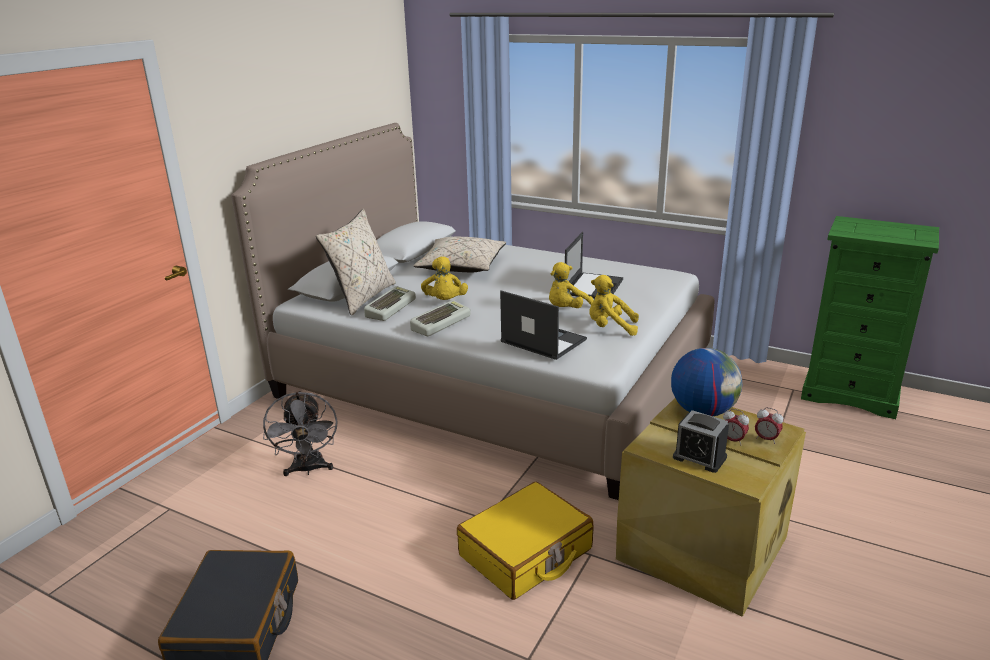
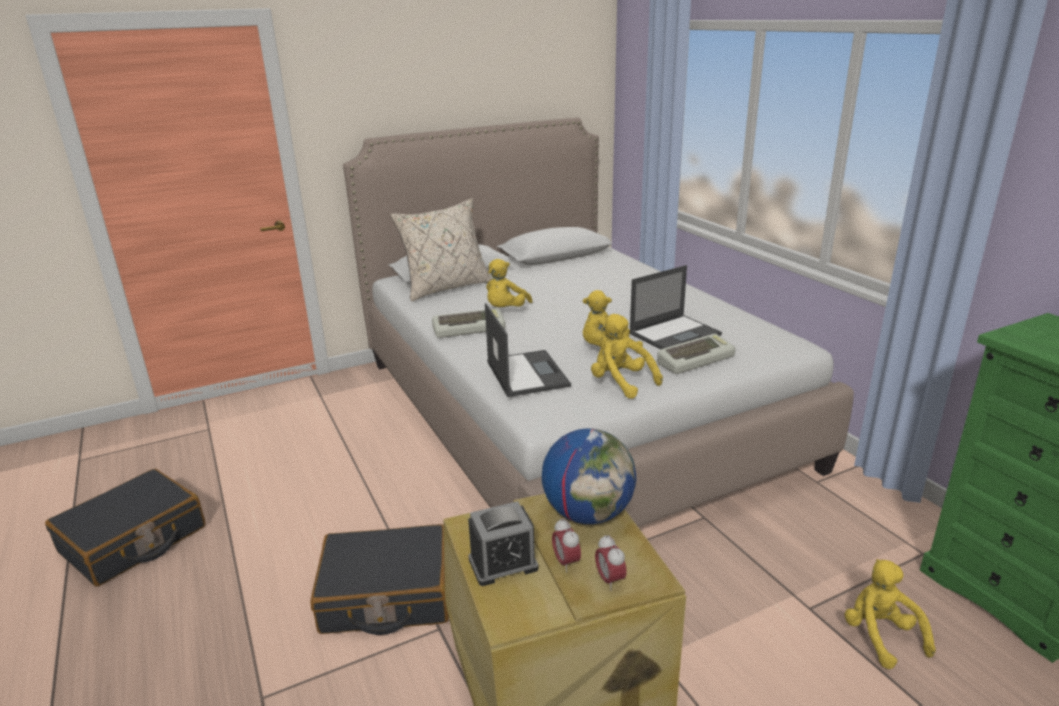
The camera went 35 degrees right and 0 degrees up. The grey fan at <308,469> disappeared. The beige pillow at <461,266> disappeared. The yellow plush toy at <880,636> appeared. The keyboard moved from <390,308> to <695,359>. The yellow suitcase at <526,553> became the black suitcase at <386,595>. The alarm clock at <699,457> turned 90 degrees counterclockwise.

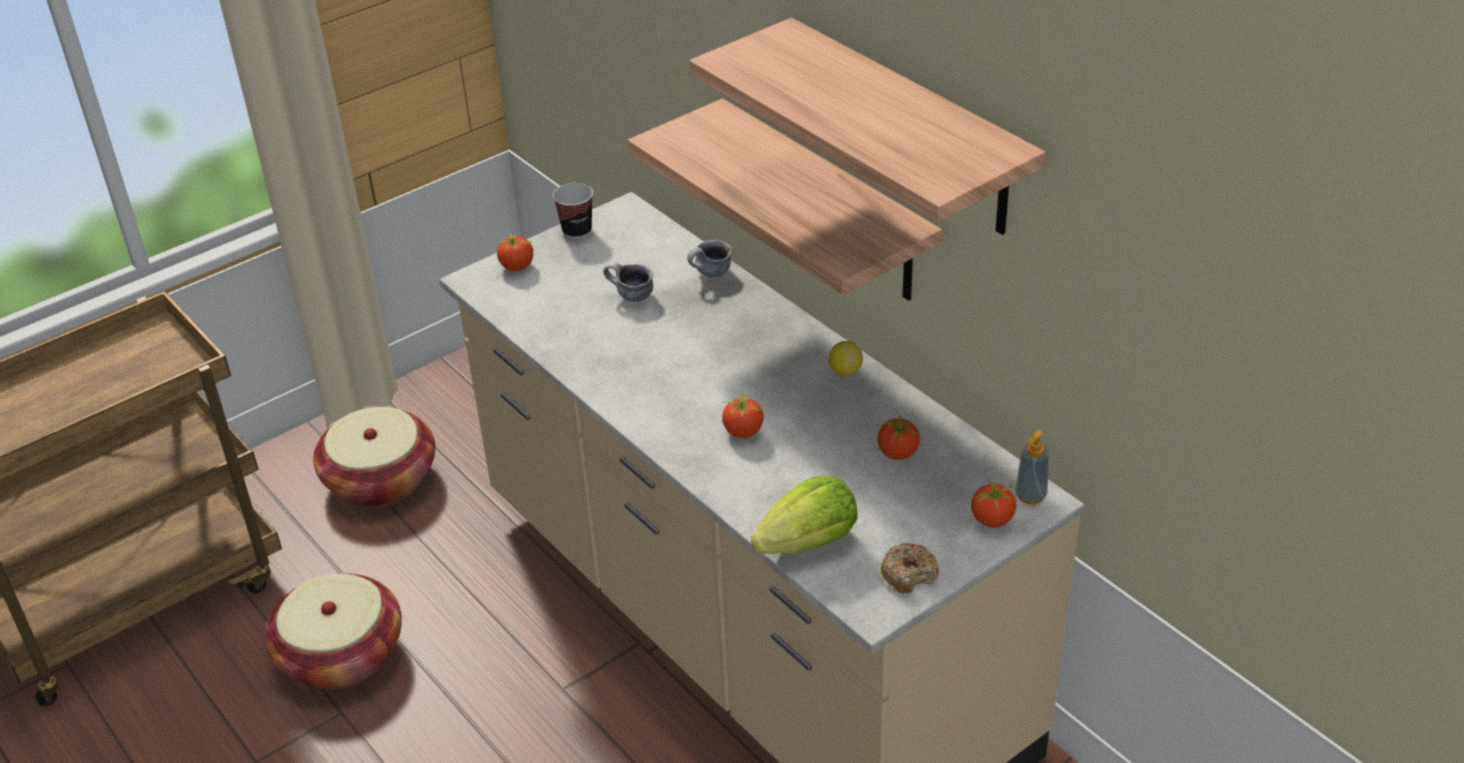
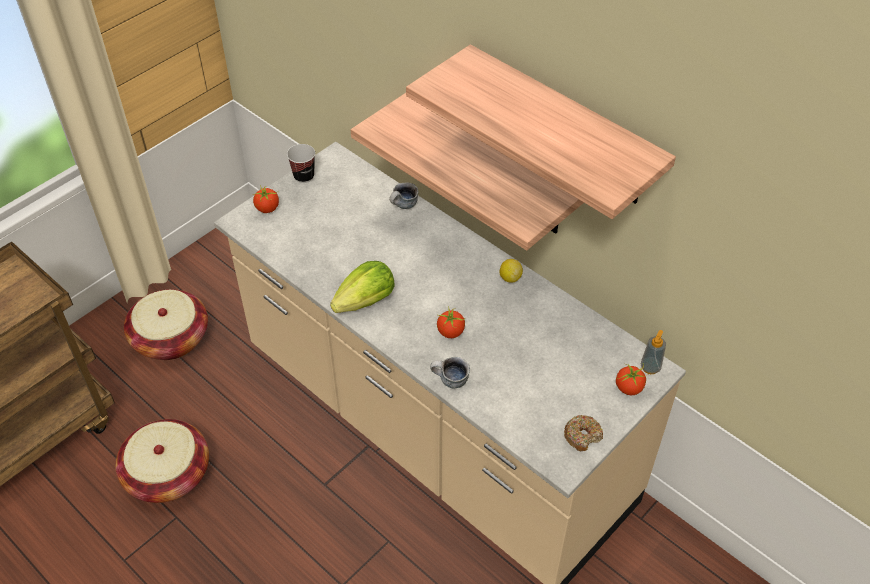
The camera went 10 degrees left and 10 degrees up. The tomato at <898,452> disappeared. The mug moved from <630,296> to <449,381>. The lettuce moved from <809,543> to <366,301>.

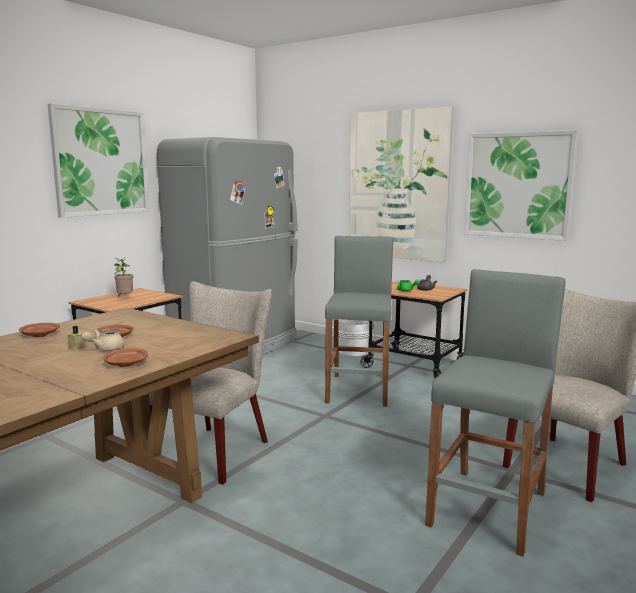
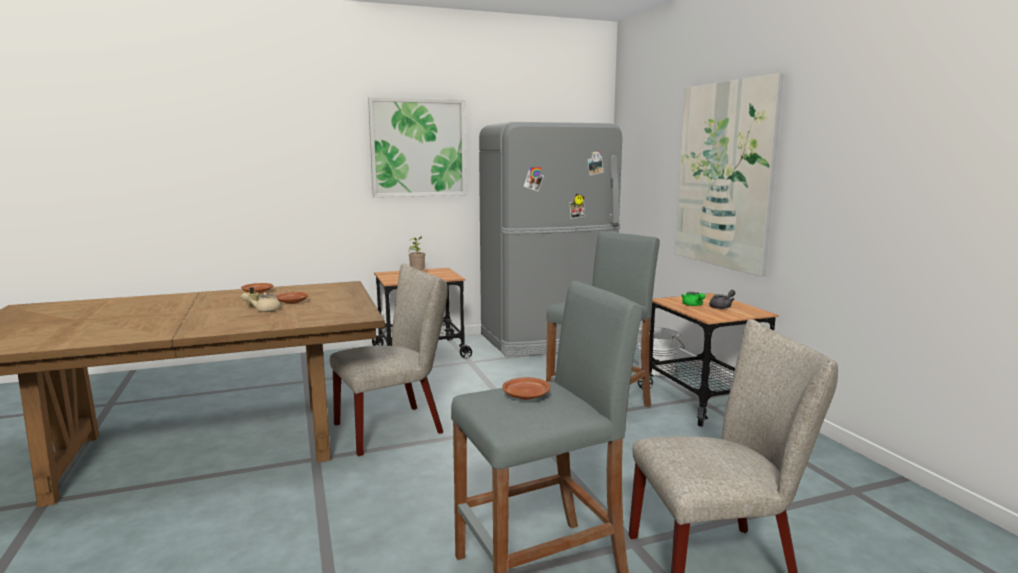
The camera went 35 degrees right and 0 degrees up. The picture at <518,185> disappeared. The brown plate moved from <126,364> to <526,396>.

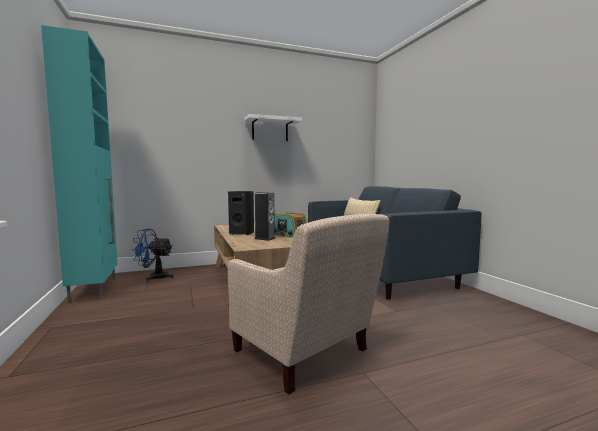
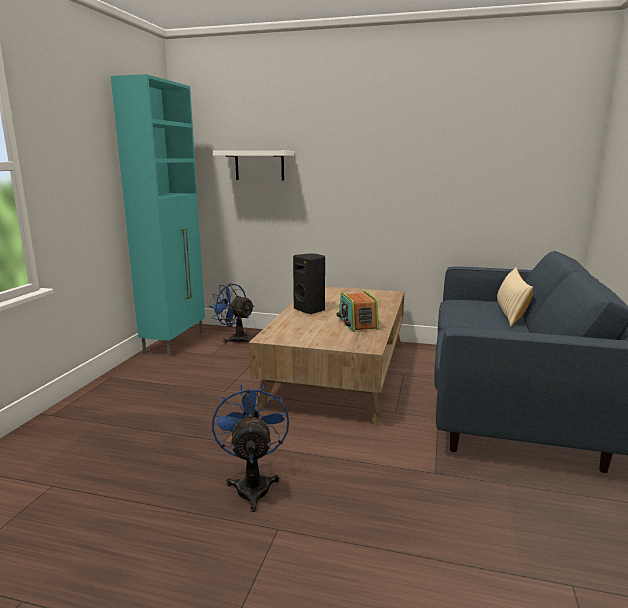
The camera went 35 degrees right and 10 degrees up. The speaker at <265,238> disappeared. The white shelf moved from <270,130> to <259,165>. The beige armchair at <305,354> was replaced by the blue fan at <253,485>.

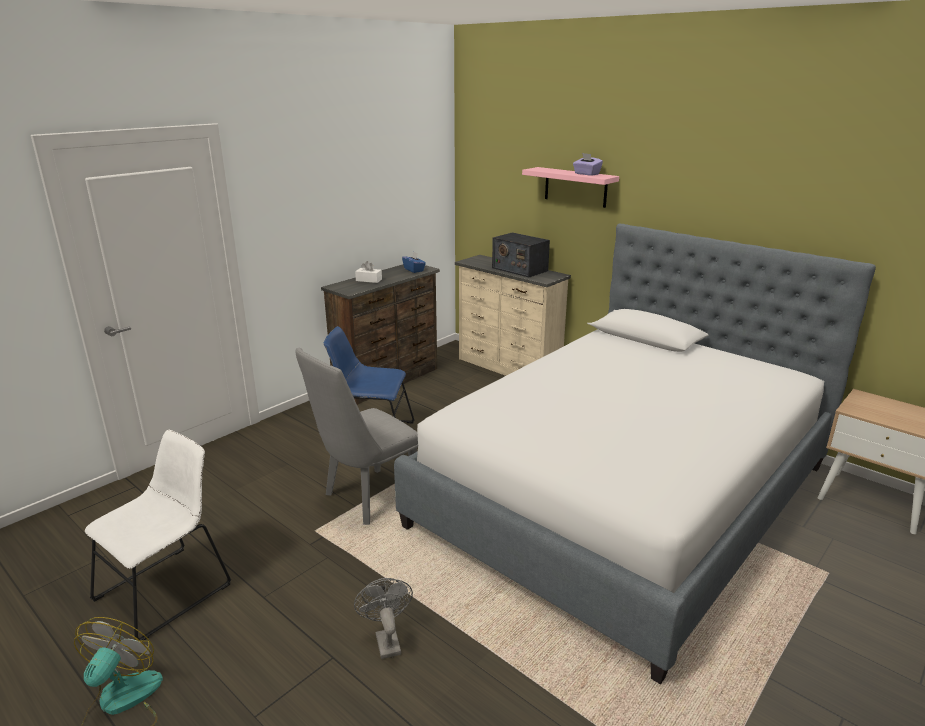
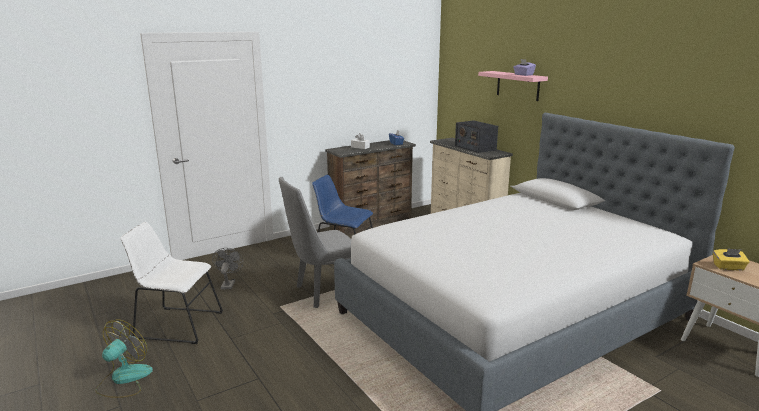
The camera went 15 degrees right and 5 degrees down. The yellow tissue box at <728,267> appeared. The grey fan moved from <386,640> to <228,284>. The white chair at <168,589> turned 135 degrees counterclockwise.

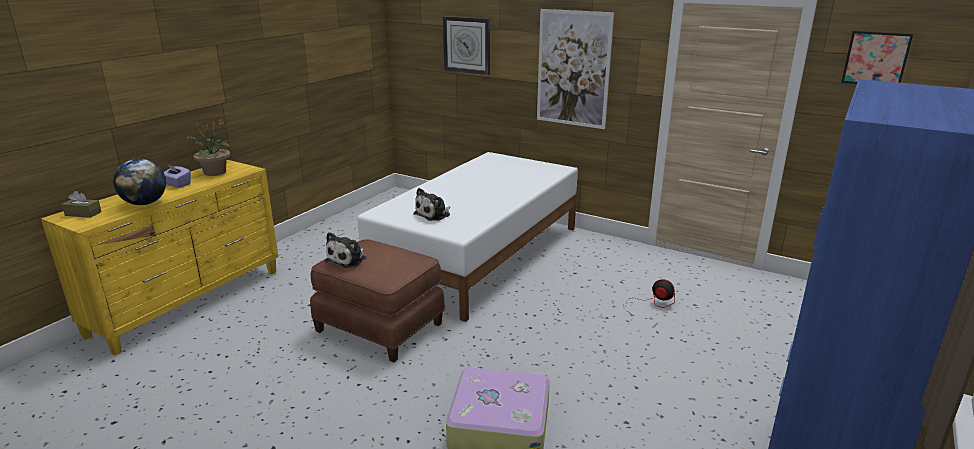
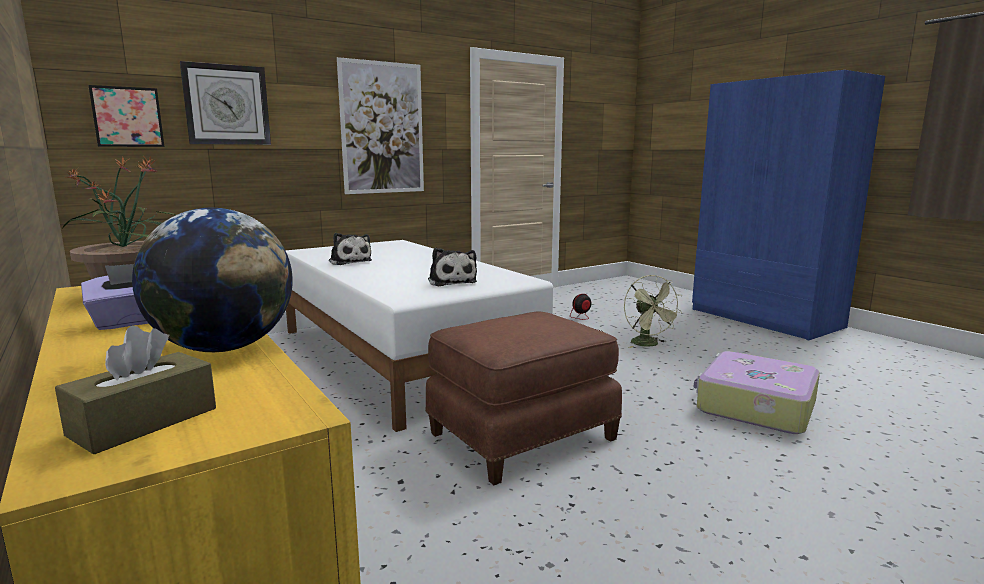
The camera went 65 degrees left and 10 degrees down. The green fan at <649,344> appeared. The plush toy moved from <348,259> to <349,261>. The picture moved from <876,58> to <127,117>.

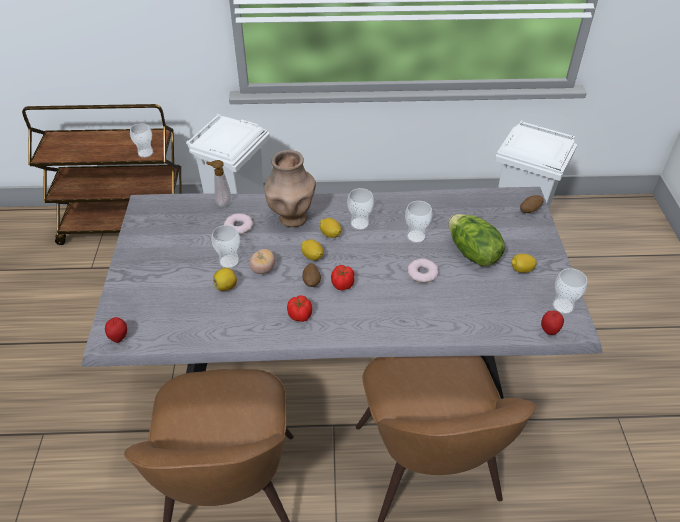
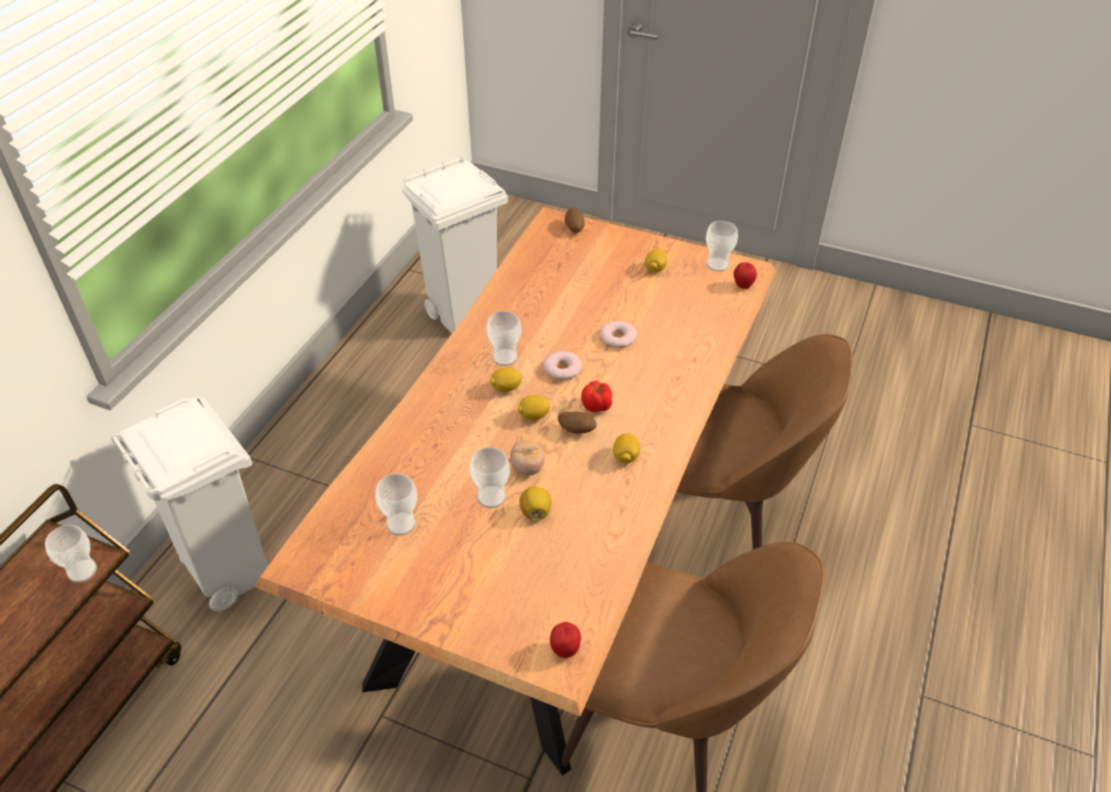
The camera went 65 degrees left and 0 degrees up. The soap dispenser at <222,203> disappeared. The brown vase at <292,218> disappeared. The lettuce at <472,253> disappeared. The donut moved from <238,226> to <562,369>. The cup moved from <416,236> to <401,524>. The tomato at <300,316> was replaced by the lemon at <625,457>. The grey dining table at <340,377> became the brown dining table at <556,550>.

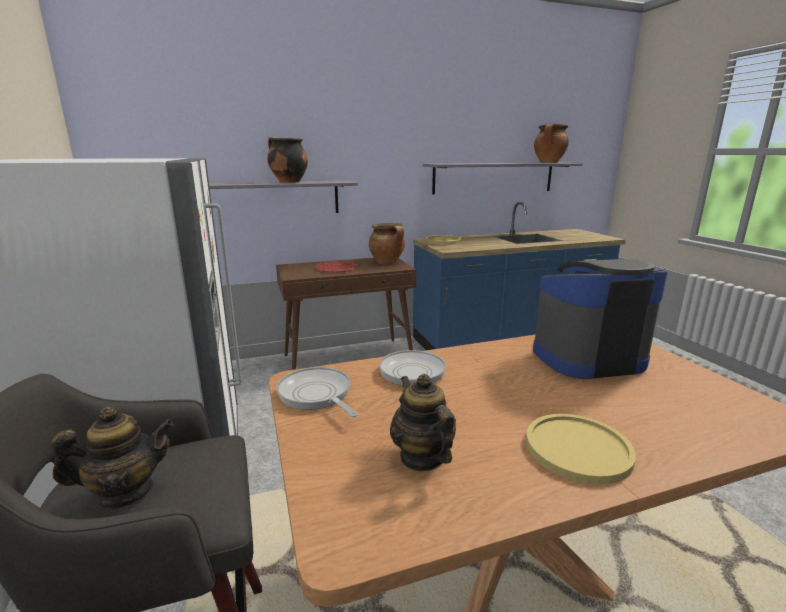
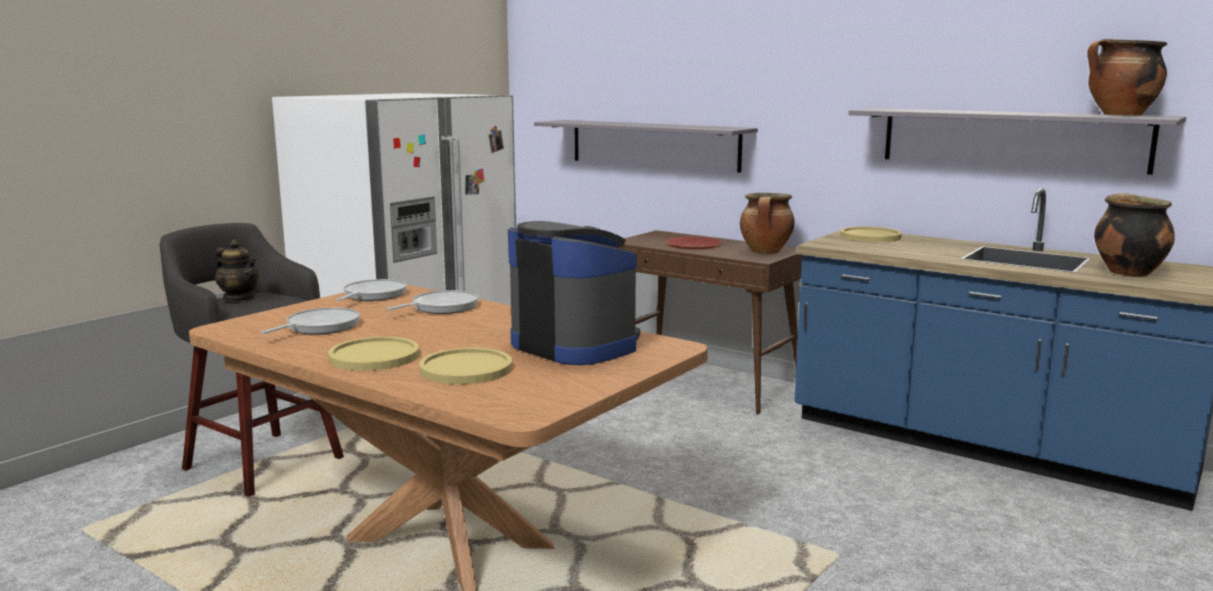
The camera went 55 degrees right and 5 degrees down. The yellow plate at <466,369> appeared. The cooking pot moved from <288,182> to <1126,273>. The teapot at <422,457> was replaced by the frying pan at <319,327>.

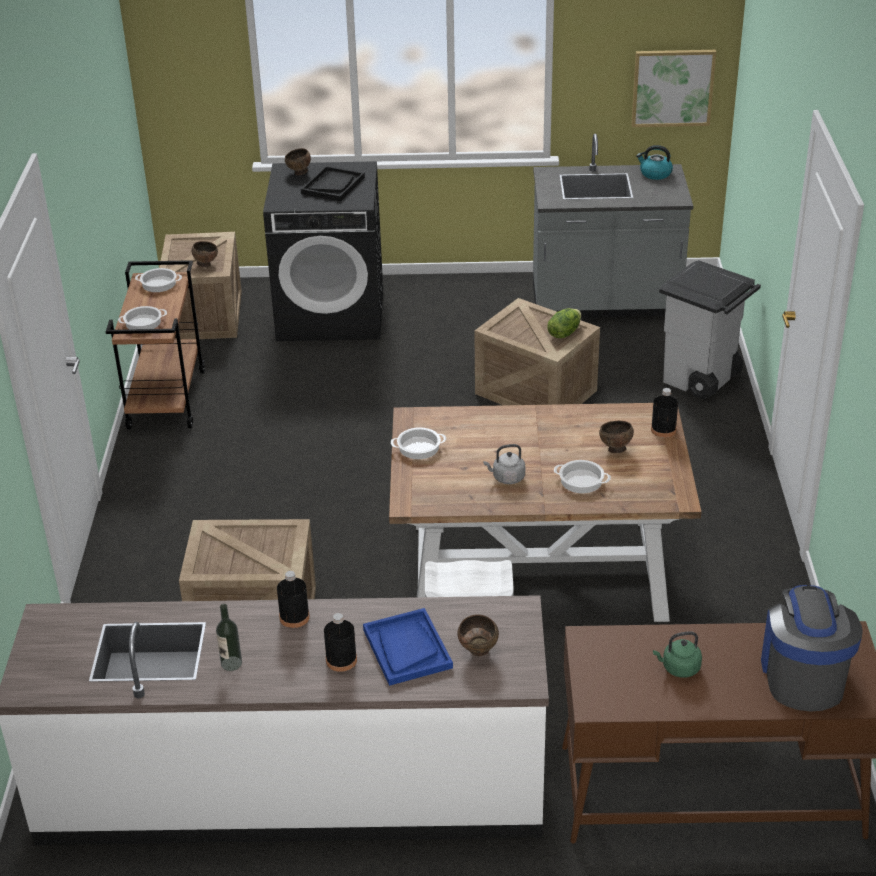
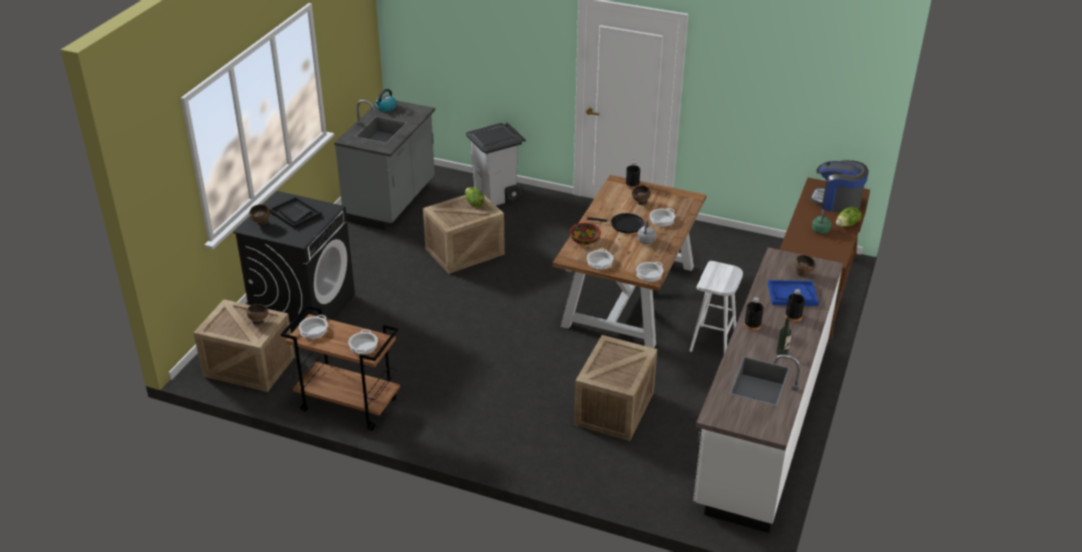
The camera went 70 degrees left and 0 degrees up. The picture at <672,87> disappeared. The bowl at <584,241> appeared. The black frying pan at <624,225> appeared. The cooking pot at <649,274> appeared. The lettuce at <847,224> appeared.

